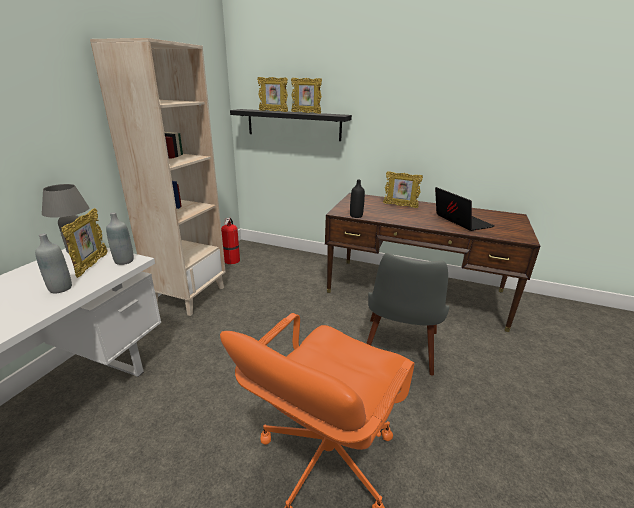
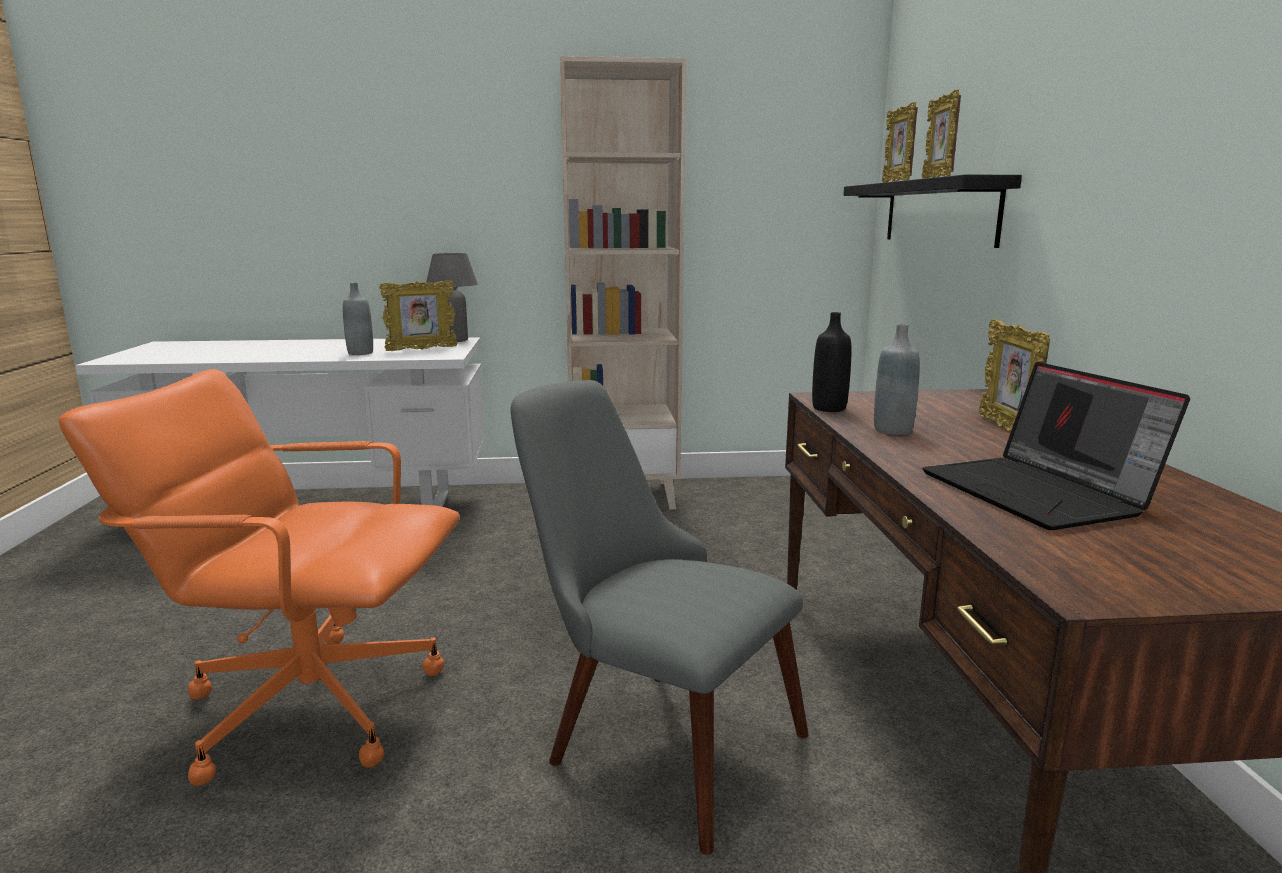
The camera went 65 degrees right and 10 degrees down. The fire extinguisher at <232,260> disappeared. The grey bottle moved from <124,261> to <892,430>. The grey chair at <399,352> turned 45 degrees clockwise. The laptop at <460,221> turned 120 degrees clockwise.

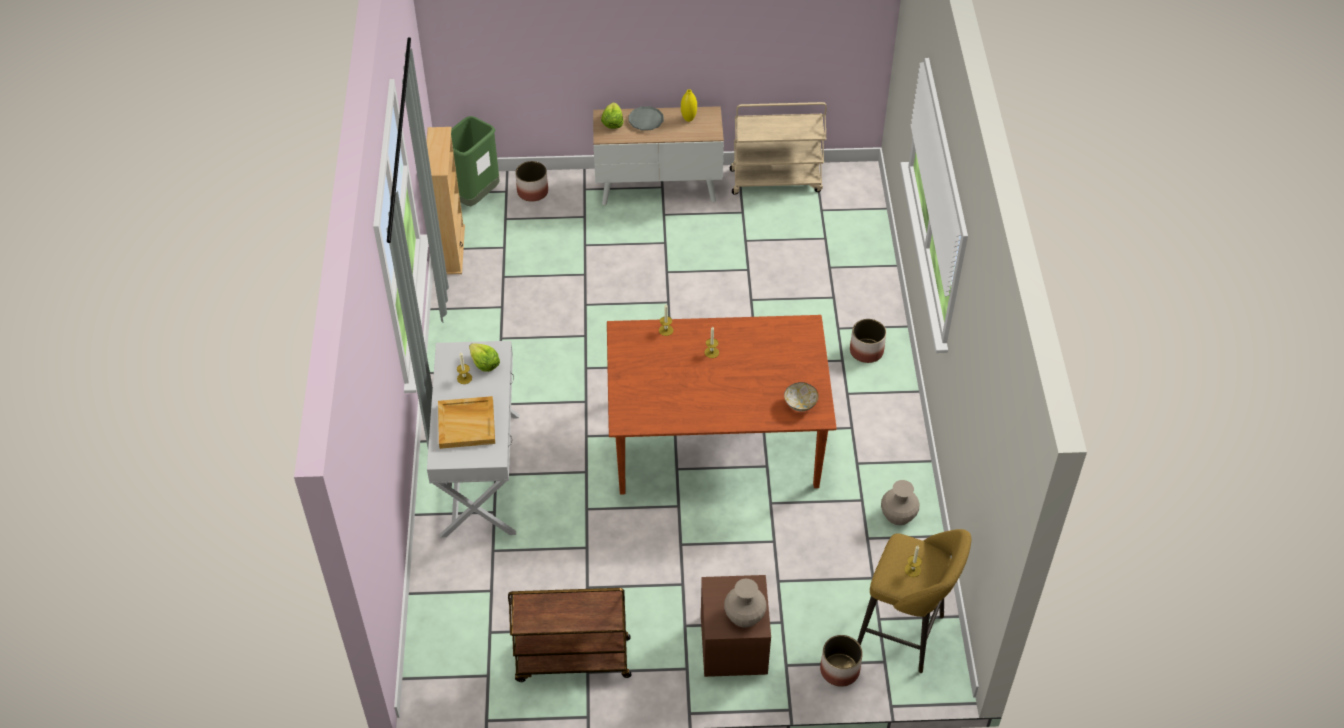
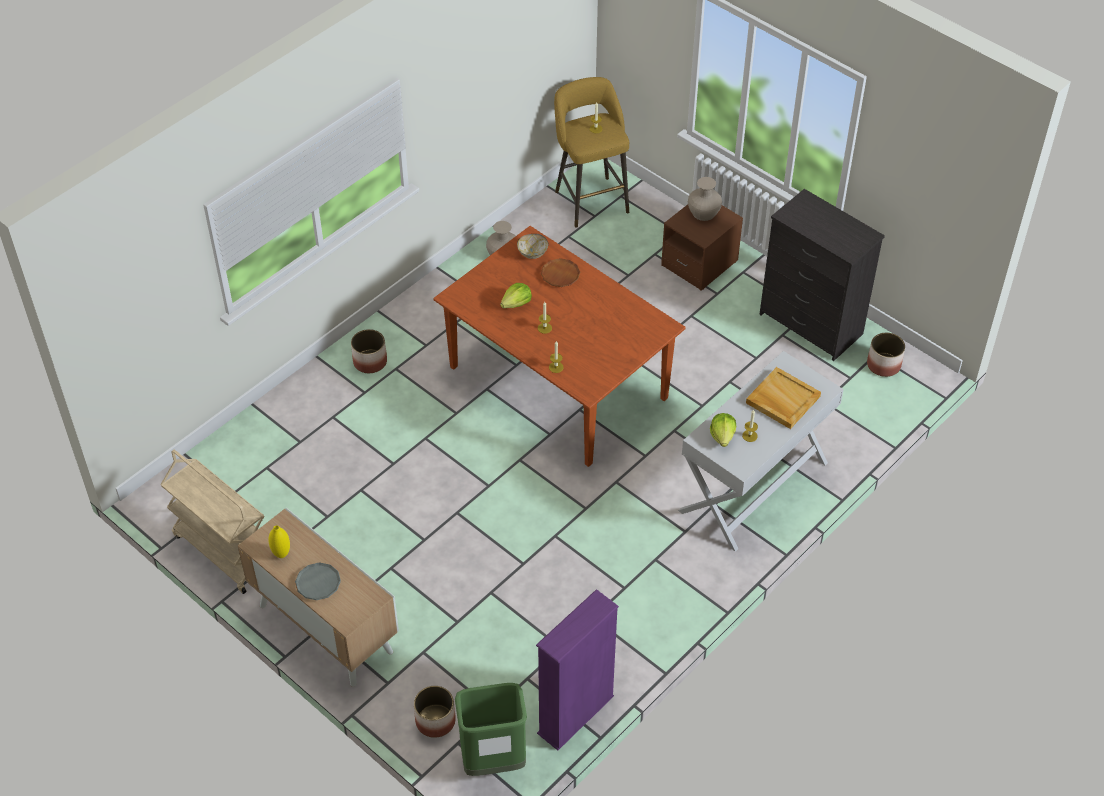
The camera went 135 degrees left and 0 degrees up. The brown plate at <560,275> appeared. The lettuce moved from <612,122> to <516,303>. The planter moved from <839,669> to <883,365>. The brown cart at <572,660> was replaced by the black dresser at <811,325>. The beige bookcase at <451,250> became the purple bookcase at <576,715>.

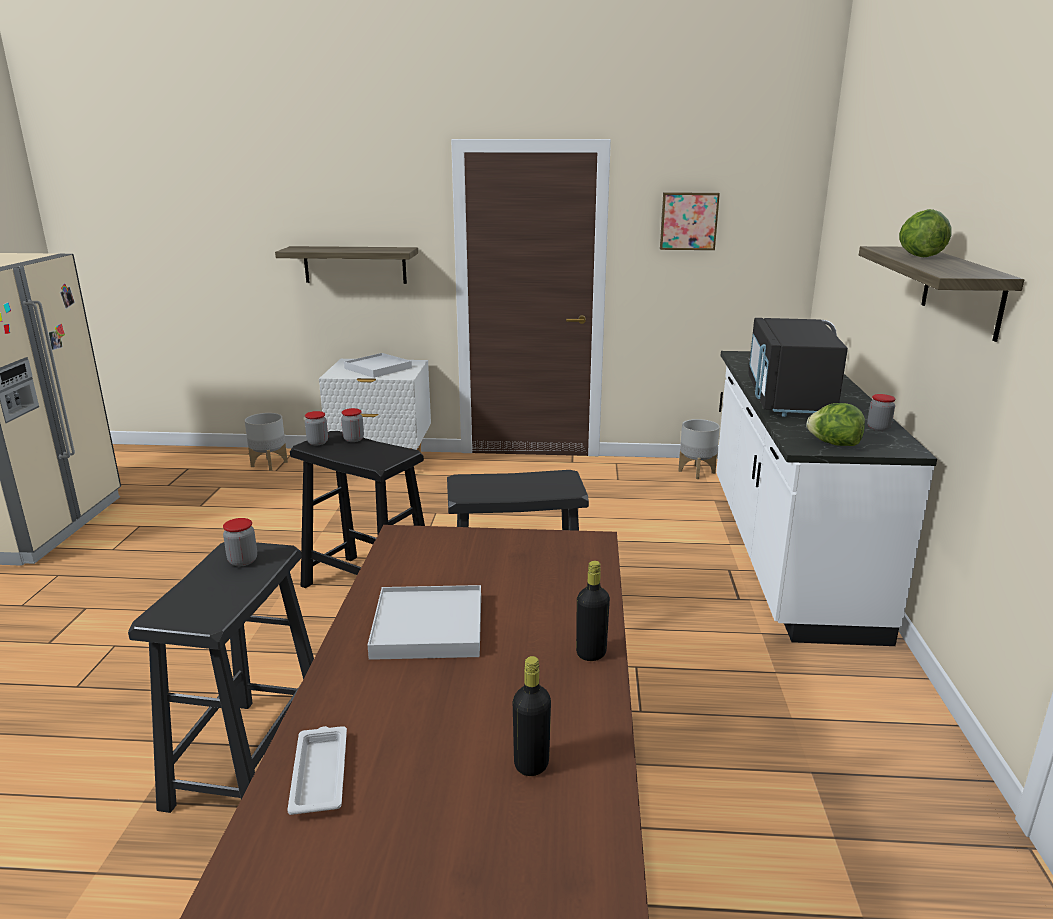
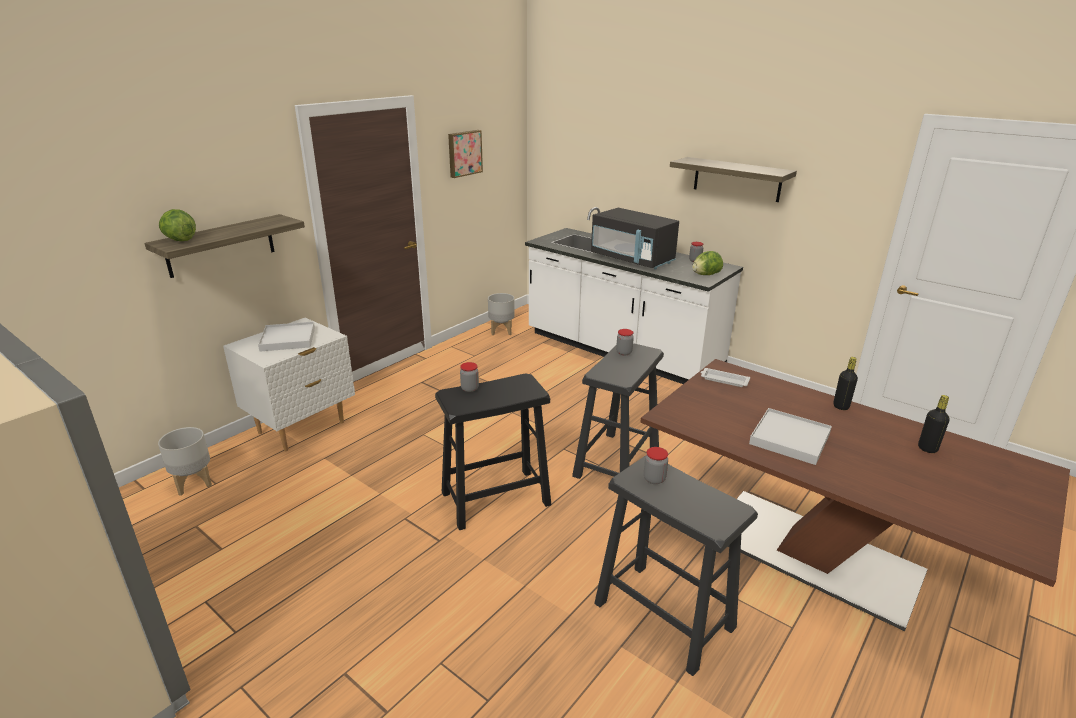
The camera went 55 degrees left and 5 degrees up. The white tray moved from <320,773> to <723,380>. The jar moved from <317,442> to <624,352>. The lettuce moved from <919,256> to <179,240>.

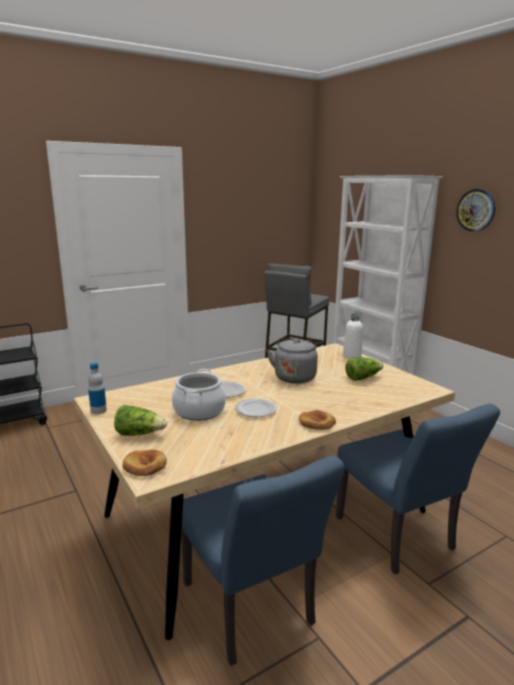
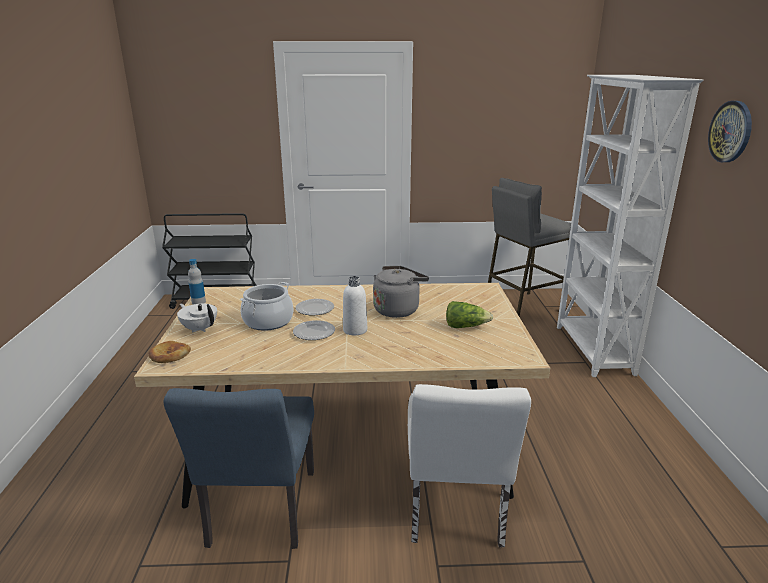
The camera went 30 degrees right and 5 degrees up. The bread at <317,423> disappeared. The white bottle moved from <352,356> to <355,330>. The lettuce at <139,434> was replaced by the white teapot at <199,329>. The blue chair at <399,538> became the white chair at <454,512>.

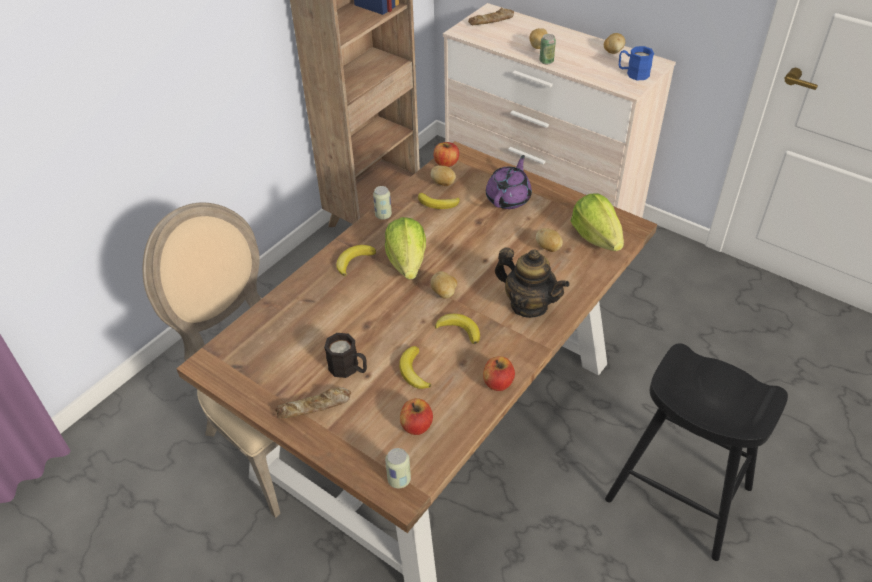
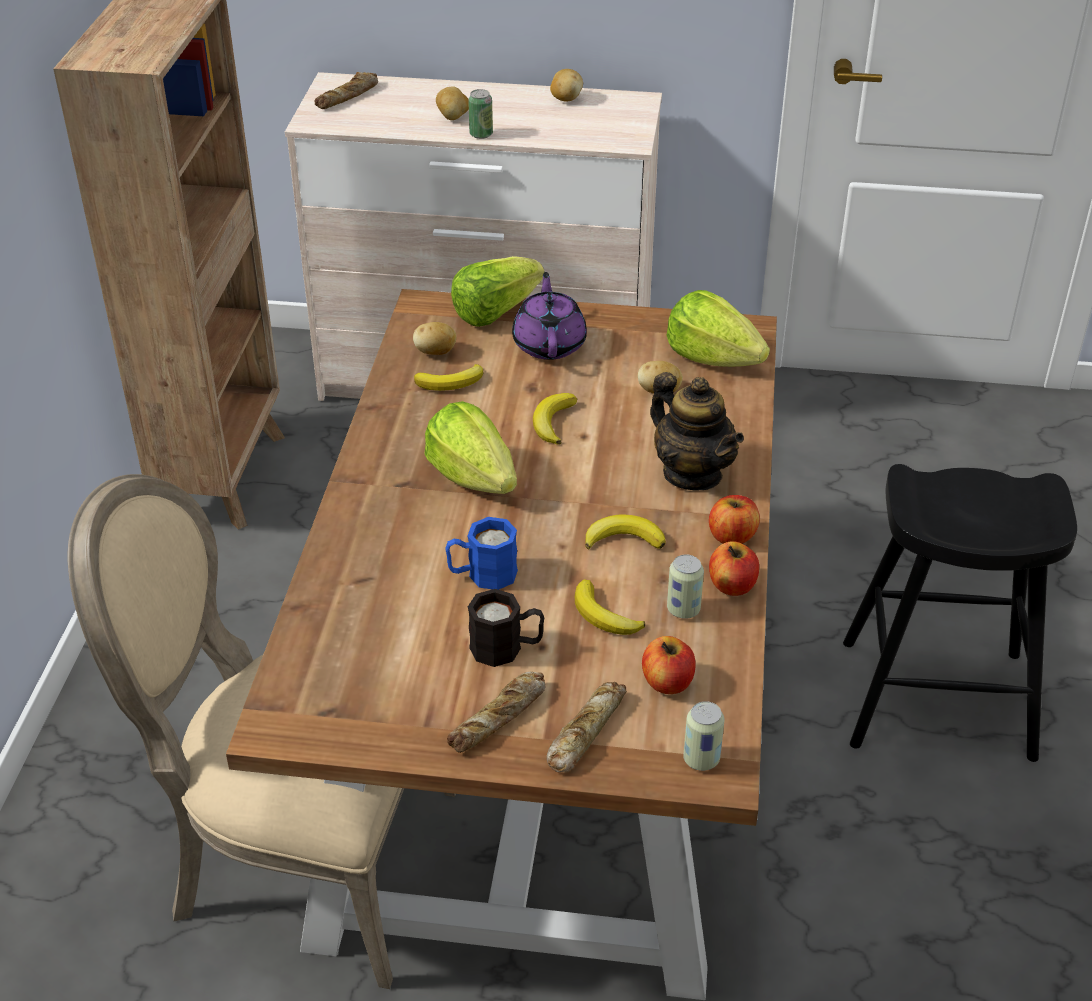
The camera went 30 degrees left and 5 degrees down. The potato at <444,293> disappeared. The lettuce at <495,311> appeared. The bread at <585,731> appeared. The banana moved from <354,261> to <553,422>. The can moved from <383,215> to <683,609>. The apple moved from <446,163> to <732,536>. The blue mug moved from <633,73> to <482,574>. The teapot at <529,305> turned 45 degrees clockwise.

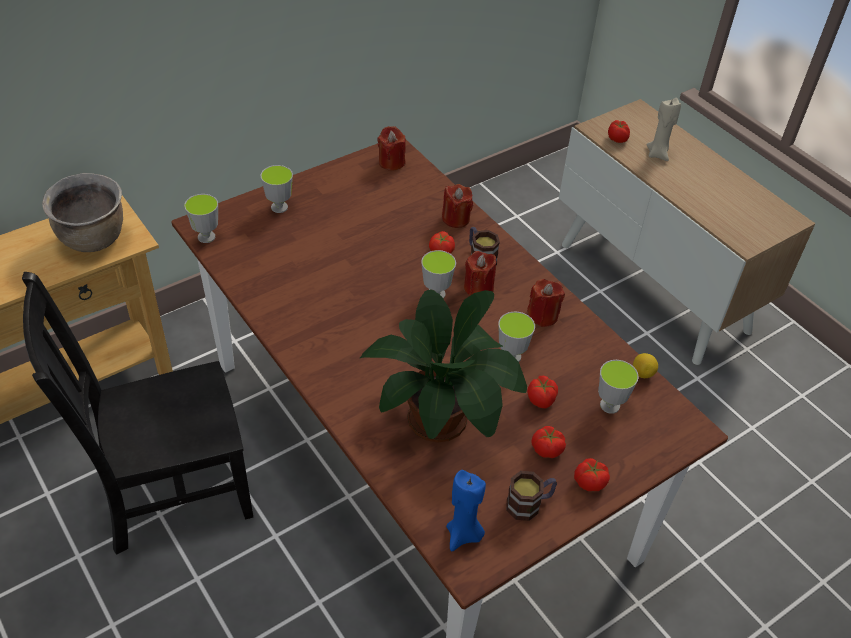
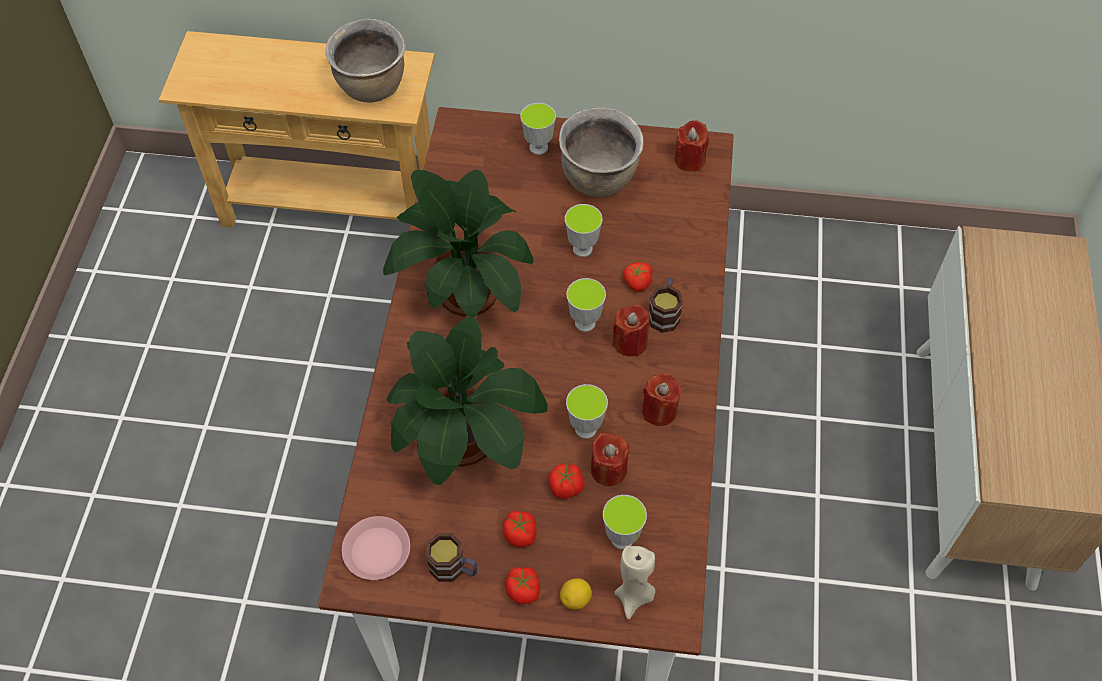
The camera went 45 degrees right and 10 degrees up. The black chair at <169,490> disappeared. The tomato at <617,139> disappeared. The potted plant at <464,288> appeared. The brown cooking pot at <599,179> appeared. The cup moved from <206,237> to <582,249>. The red candle moved from <456,219> to <608,469>. The lemon moved from <642,373> to <575,599>. The beige candle moved from <658,154> to <634,597>. The blue candle at <463,535> was replaced by the pink plate at <376,551>.

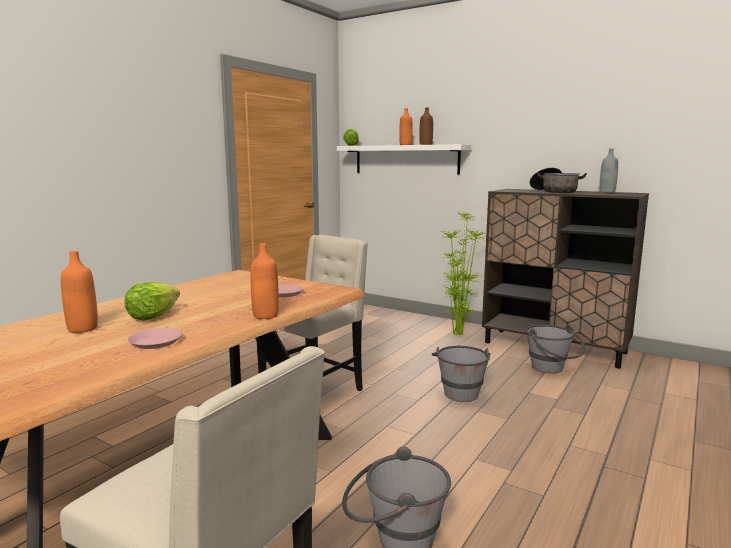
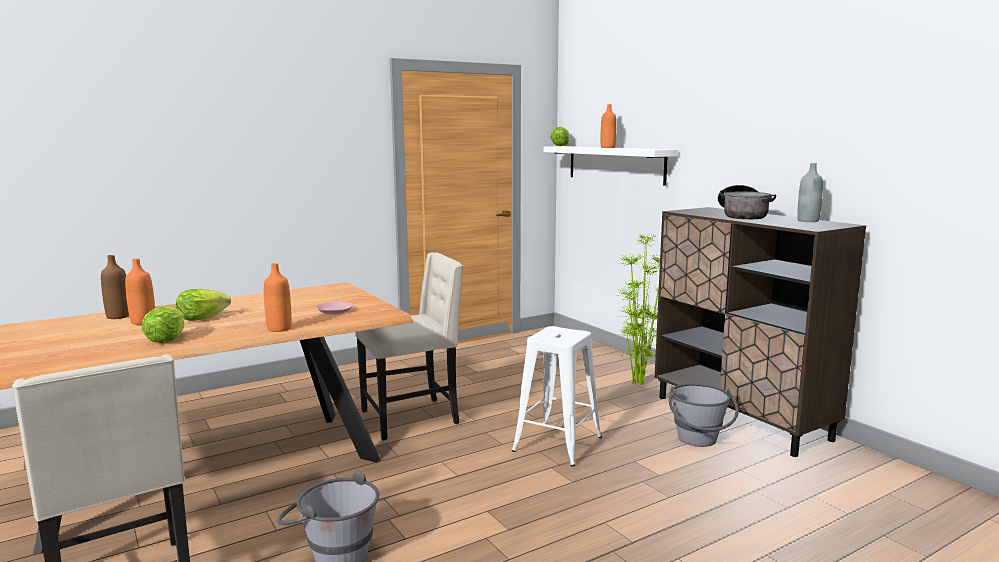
The camera went 25 degrees right and 0 degrees up. The brown bottle moved from <425,144> to <118,316>. The pink plate at <155,342> was replaced by the lettuce at <166,339>. The grey bucket at <460,391> was replaced by the white stool at <557,444>.

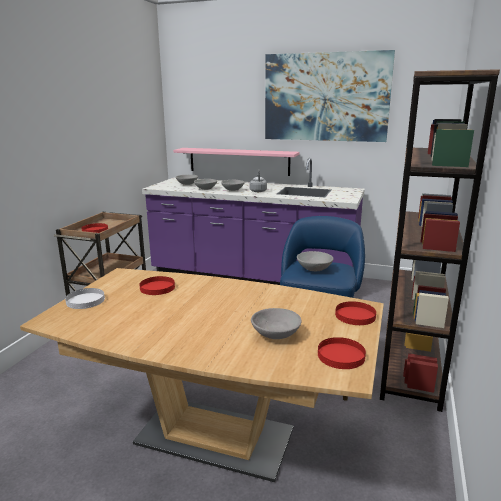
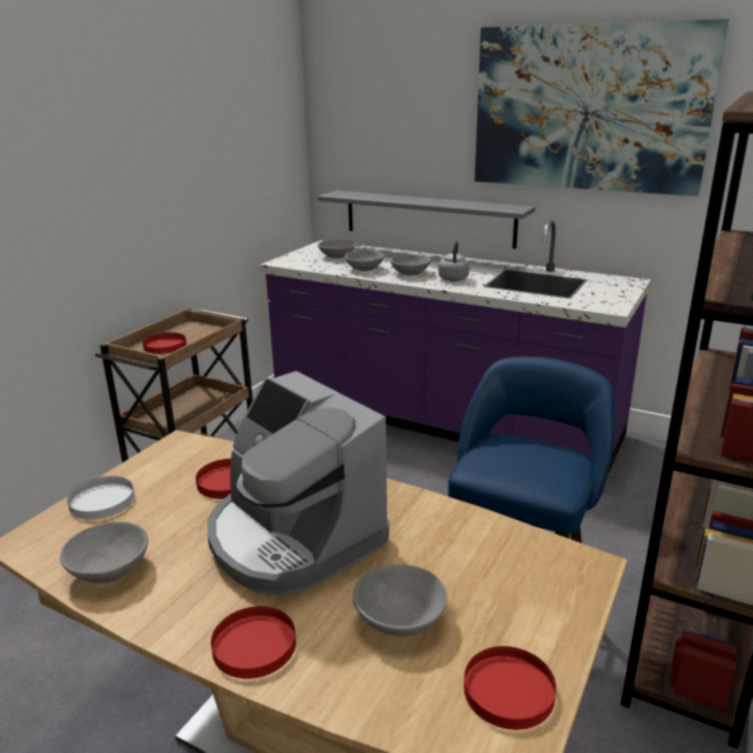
The camera went 10 degrees right and 5 degrees up. The coffee machine at <293,538> appeared. The grey bowl moved from <314,269> to <109,570>. The red plate moved from <355,315> to <255,645>. The pink shelf at <239,161> became the grey shelf at <428,218>.

